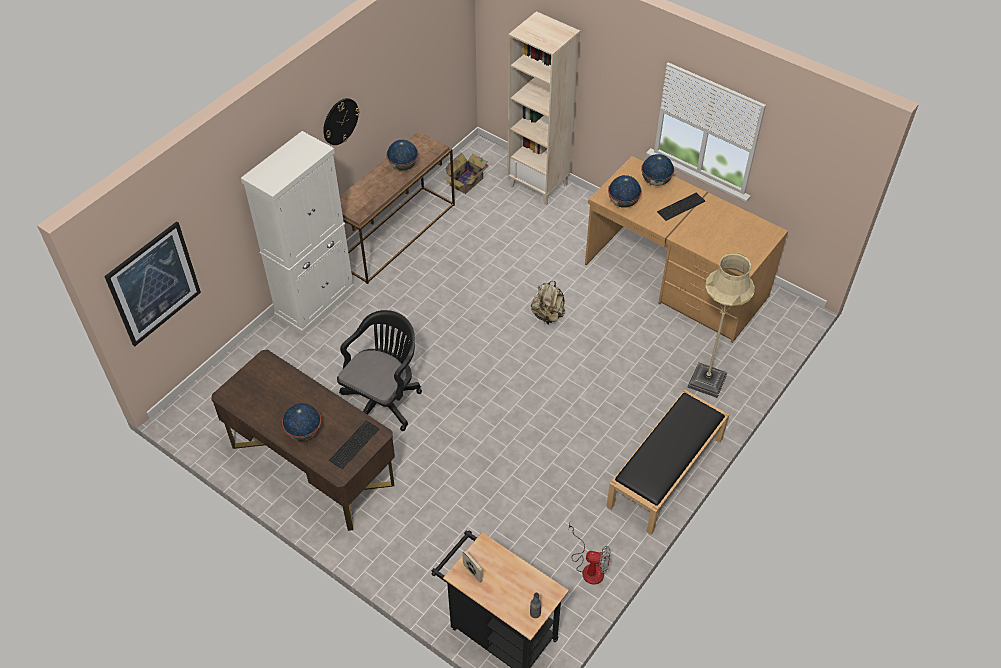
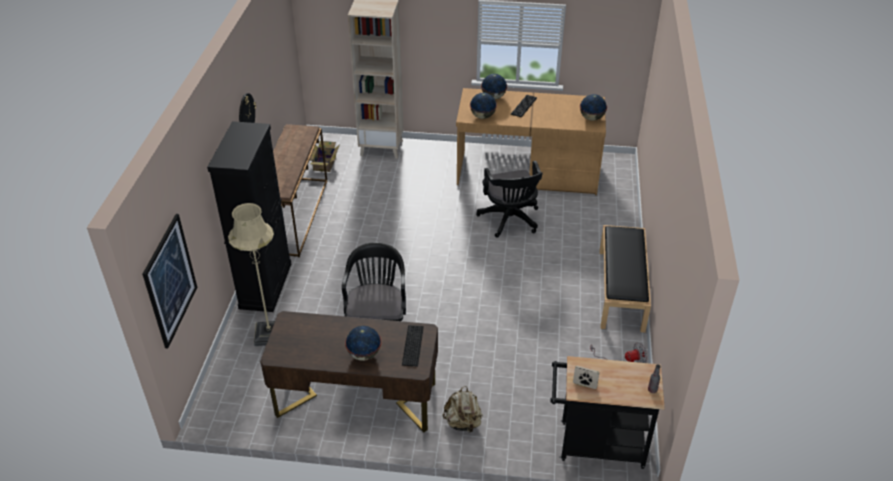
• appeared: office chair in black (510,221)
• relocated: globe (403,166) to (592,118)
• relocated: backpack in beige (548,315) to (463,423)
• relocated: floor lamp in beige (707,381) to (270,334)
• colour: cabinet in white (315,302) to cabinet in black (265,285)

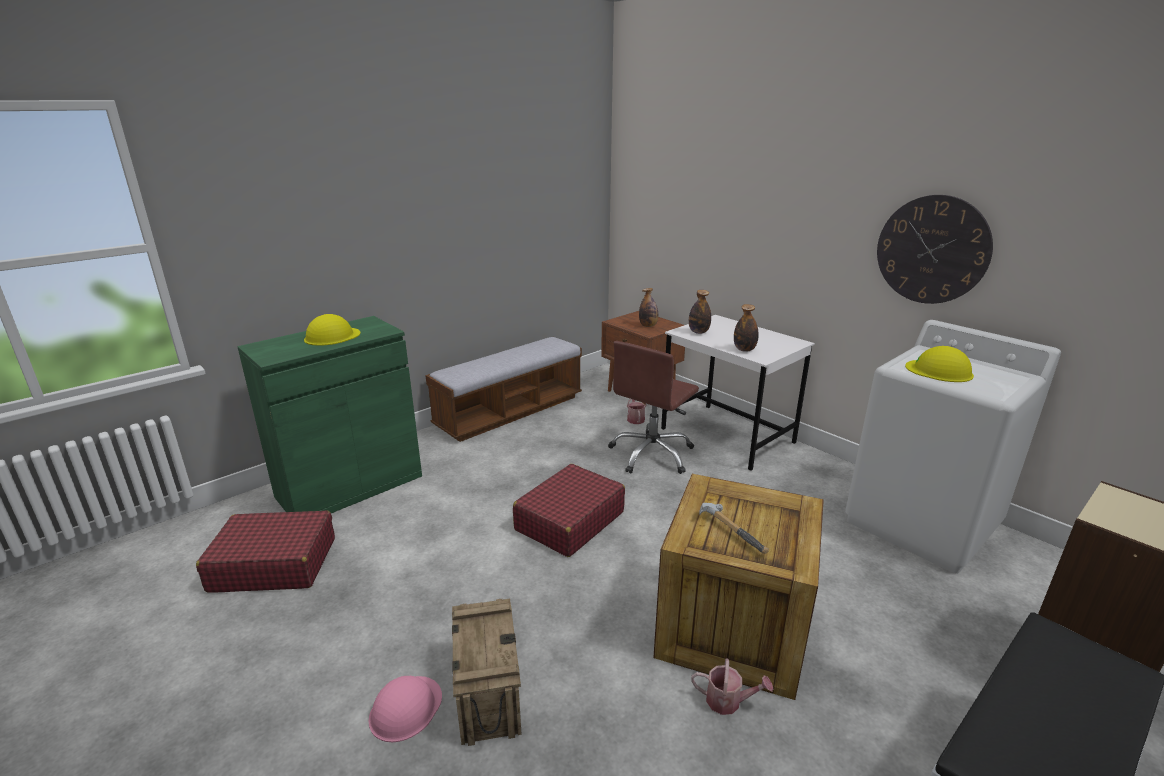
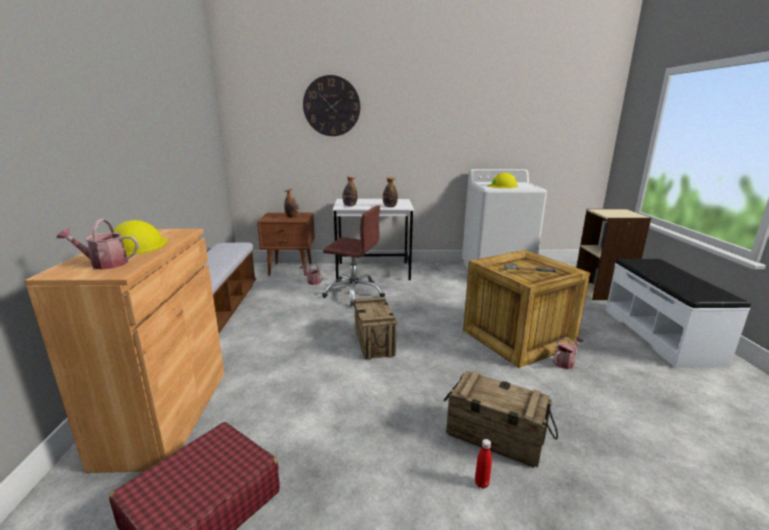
• appeared: watering can (104,264)
• relocated: wall clock (932,250) to (331,106)
• exchanged: hard hat in pink (405,708) to bottle in red (481,483)
• exchanged: suitcase in red (569,521) to crate (374,341)
• colour: cabinet in green (350,486) to cabinet in brown (166,415)
• spun: office chair in brown (652,454) = (354,293) 60 degrees counterclockwise

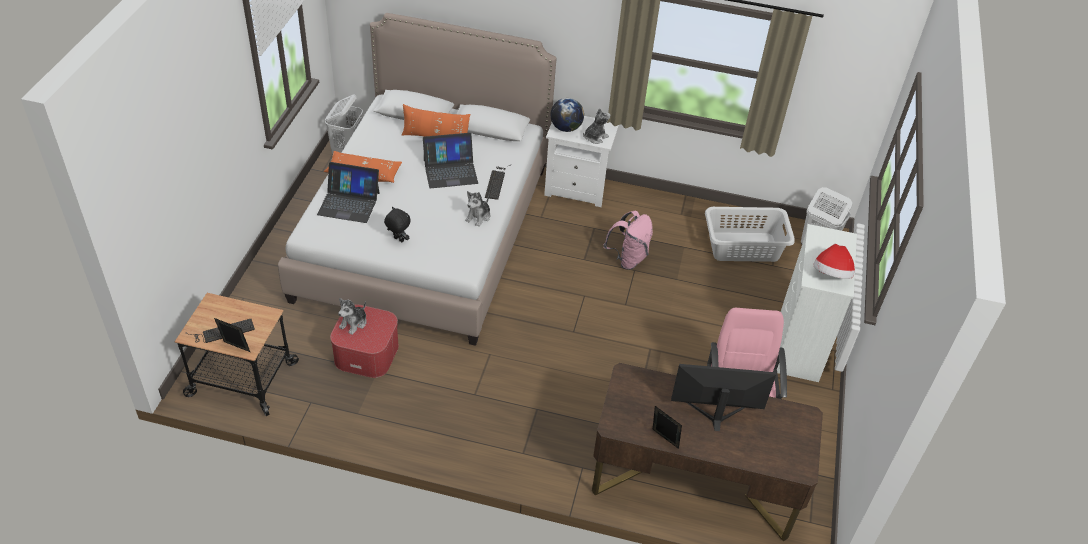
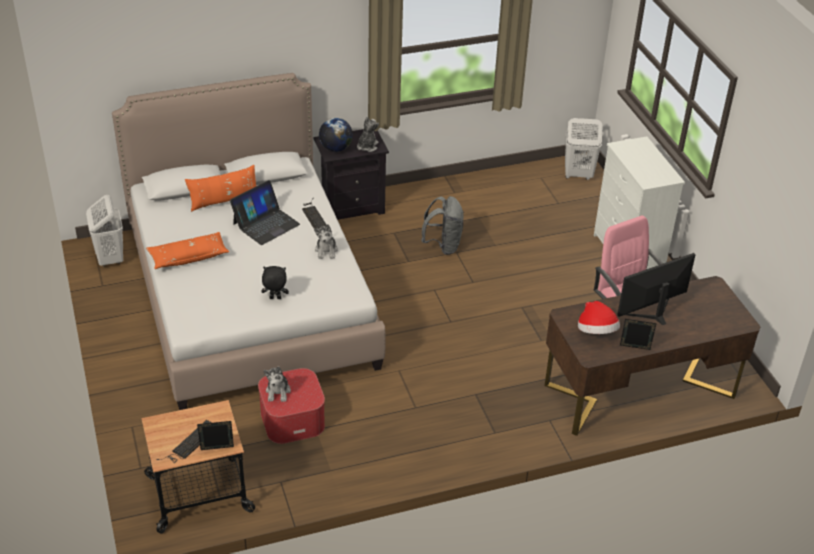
• missing: laptop (349,203)
• missing: laundry basket in grey (743,246)
• relocated: hat (831,275) to (596,332)
• colour: nightstand in white (577,189) to nightstand in black (351,206)
• colour: backpack in pink (628,259) to backpack in grey (443,245)

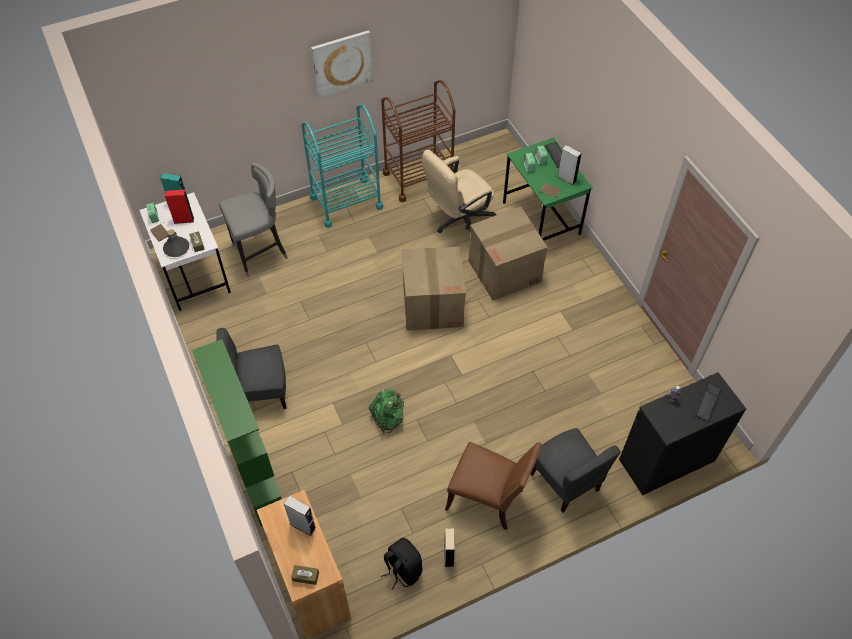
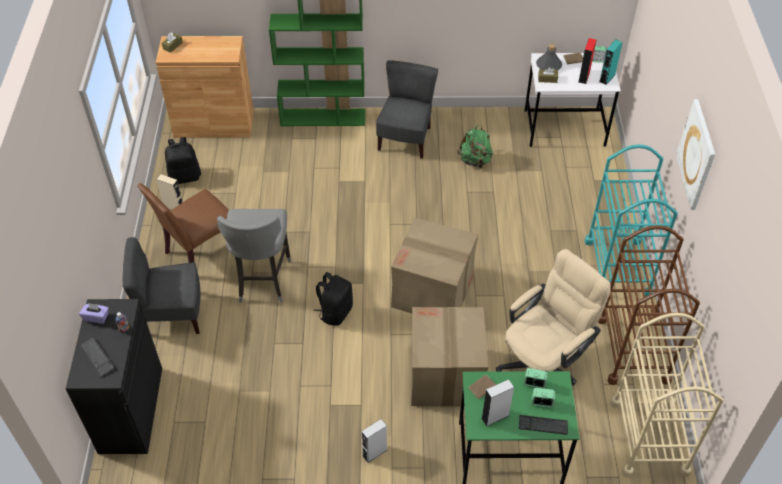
• appeared: tissue box in purple (96,317)
• appeared: backpack in black (335,312)
• appeared: cart in beige (648,437)
• relocated: stool in grey (261,253) to (262,281)
• relocated: speaker in grey (302,526) to (374,453)
• relocated: backpack in green (388,418) to (475,160)
• spun: office chair in beige (458,221) = (543,362) 60 degrees clockwise

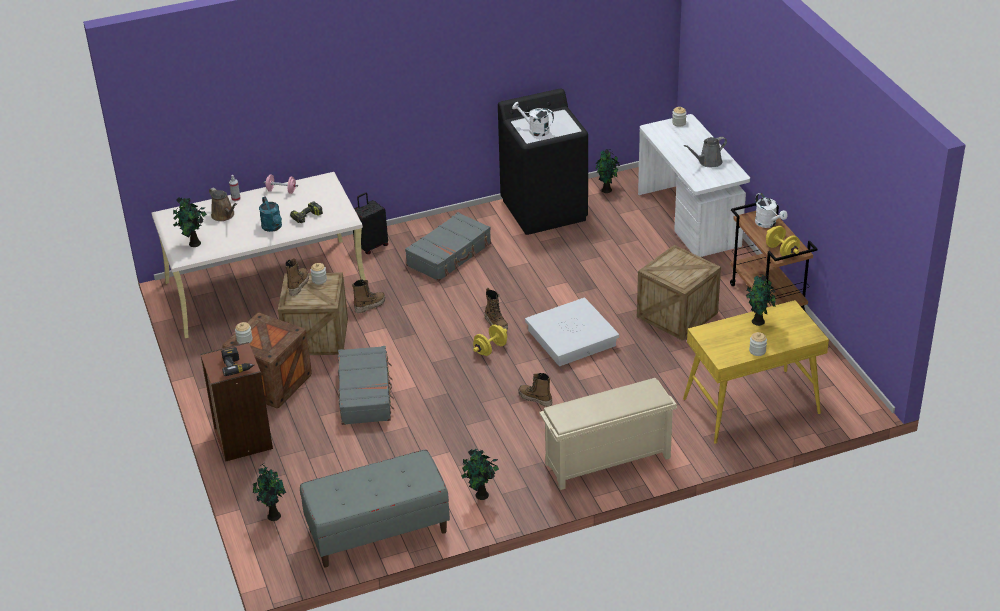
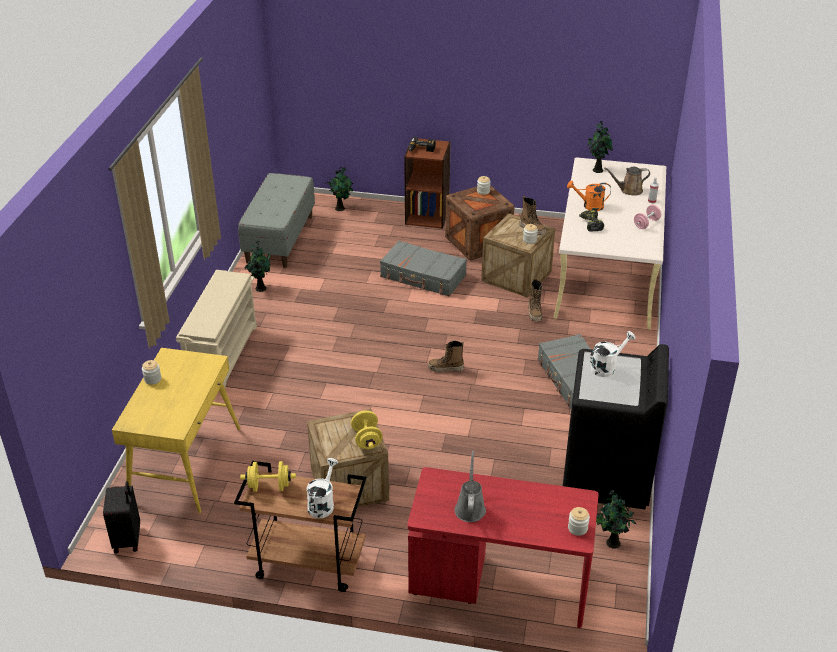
• missing: boot (535,399)
• missing: storage box in white (572,338)
• missing: potted plant (759,322)
• relocated: suitcase in black (371,246) to (128,539)
• relocated: dumbbell in yellow (490,349) to (367,439)
• colour: watering can in turquoise (273,227) to watering can in orange (589,206)
• colour: desk in white (690,220) to desk in red (499,583)
• spun: watering can in white (768,224) = (322,503) 105 degrees clockwise

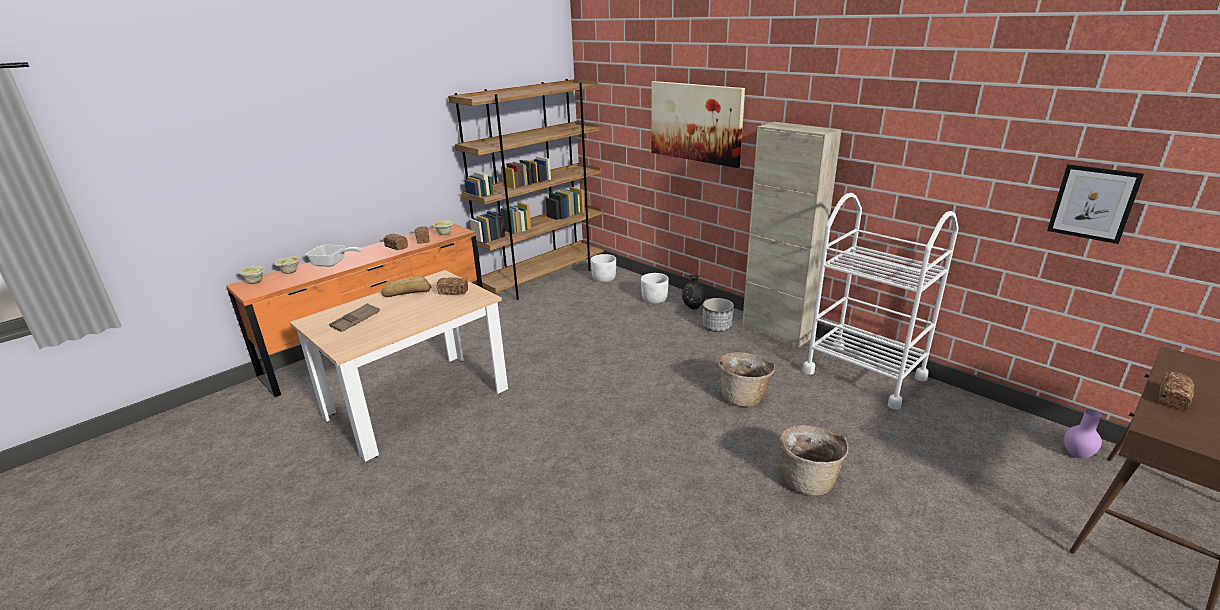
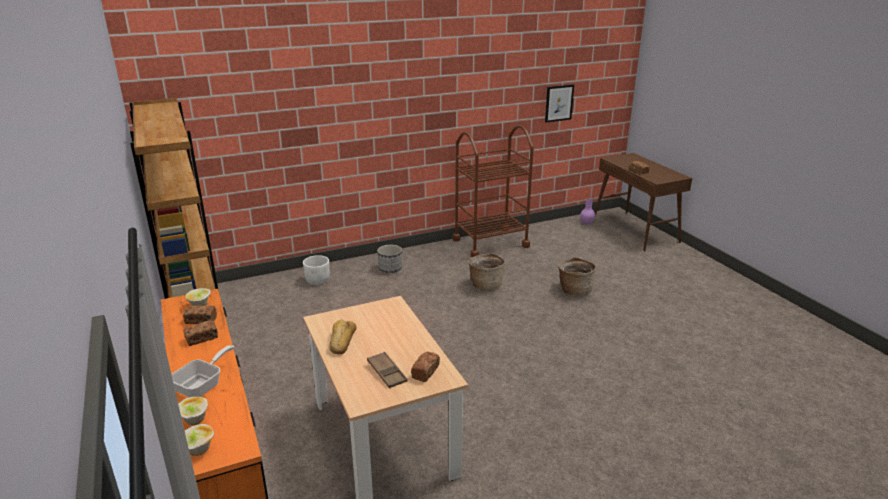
• missing: planter in white (604,279)
• missing: picture (695,122)
• missing: vase in black (693,307)
• missing: cabinet in beige (776,331)
• relocated: bread (453,292) to (425,372)
• colour: cart in white (863,375) to cart in brown (490,243)

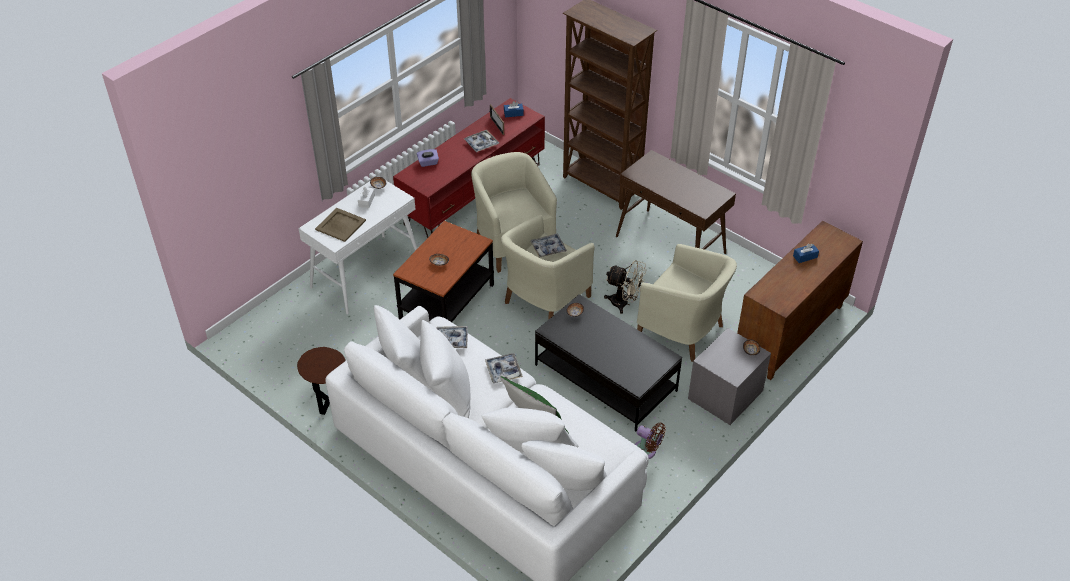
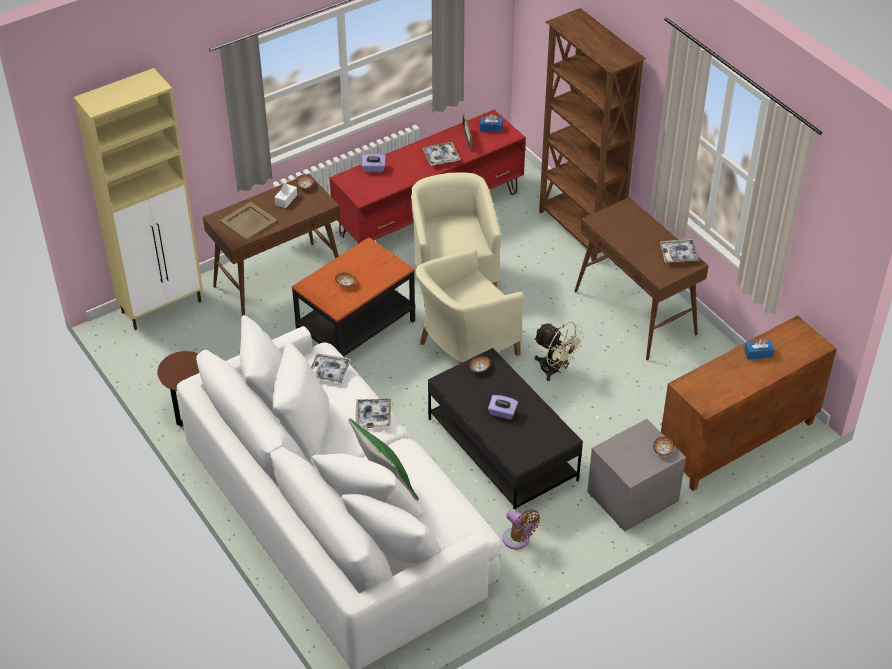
• missing: armchair in beige (682,331)
• appeared: cabinet in beige (162,306)
• appeared: tissue box in purple (502,413)
• relocated: tray (548,248) to (679,254)
• colour: console table in white (366,274) to console table in brown (279,282)

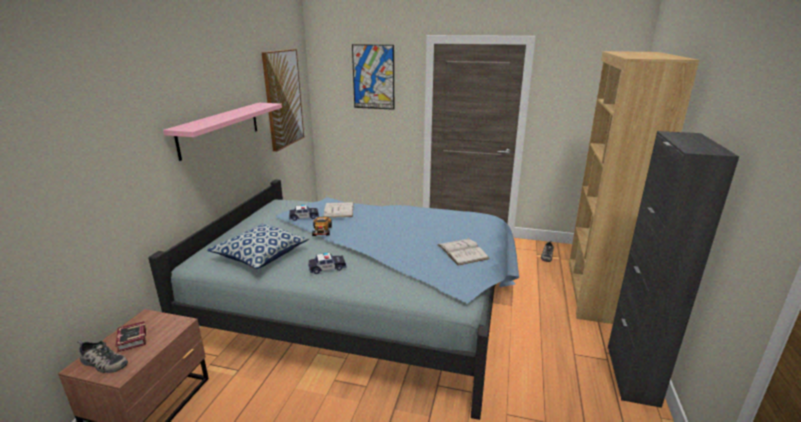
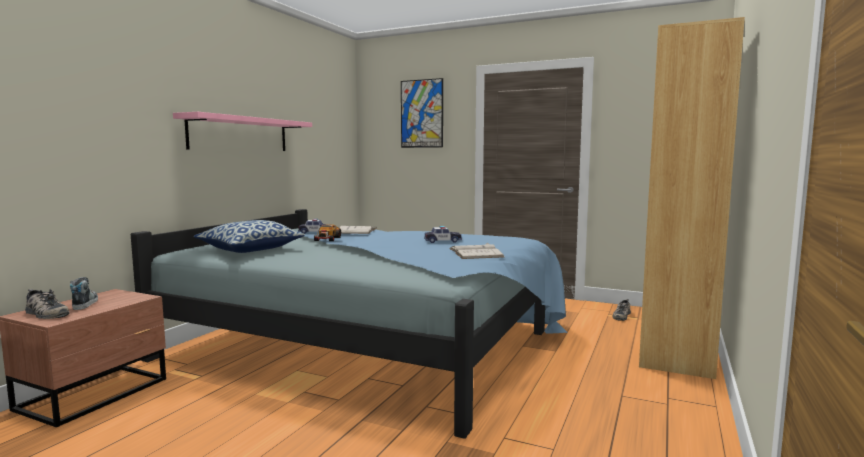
• missing: picture (283,99)
• missing: cabinet in black (632,375)
• relocated: toy car (327,268) to (442,241)
• exchanged: book (131,340) to shoe (85,304)

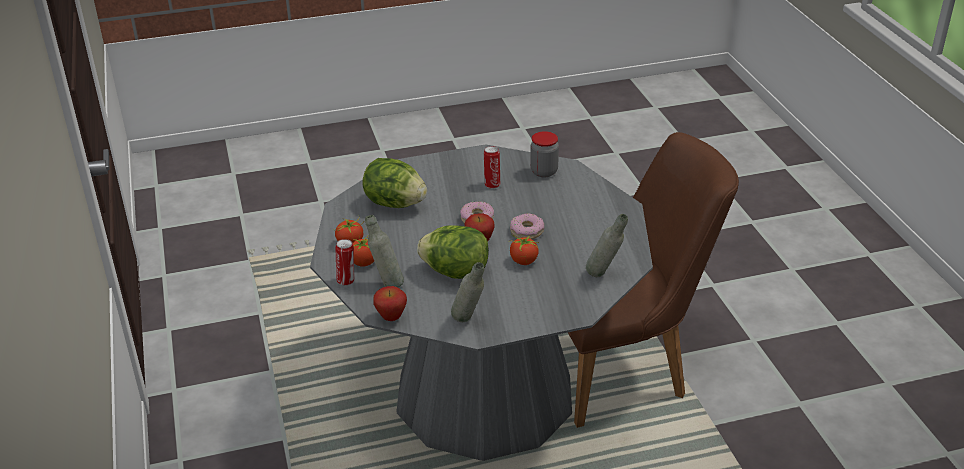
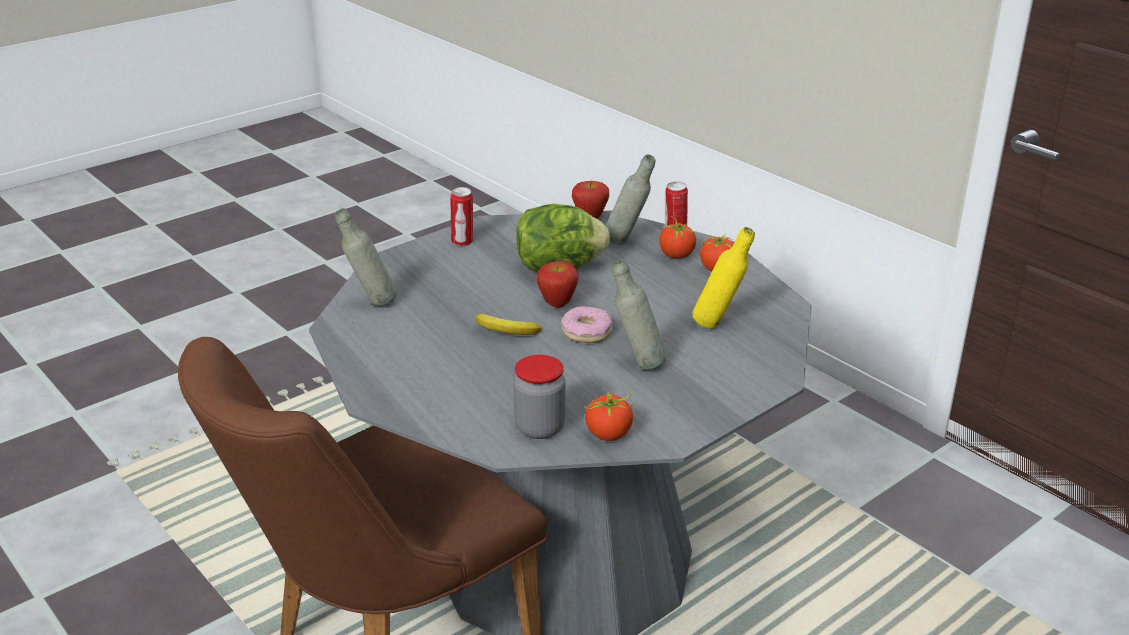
• relocated: bottle in grey (469,322) to (637,364)
• relocated: can (492,184) to (463,242)
• relocated: tomato (523,261) to (609,434)
• exchanged: lettuce (395,203) to bottle in yellow (719,325)
• exchanged: donut (526,231) to banana (505,331)

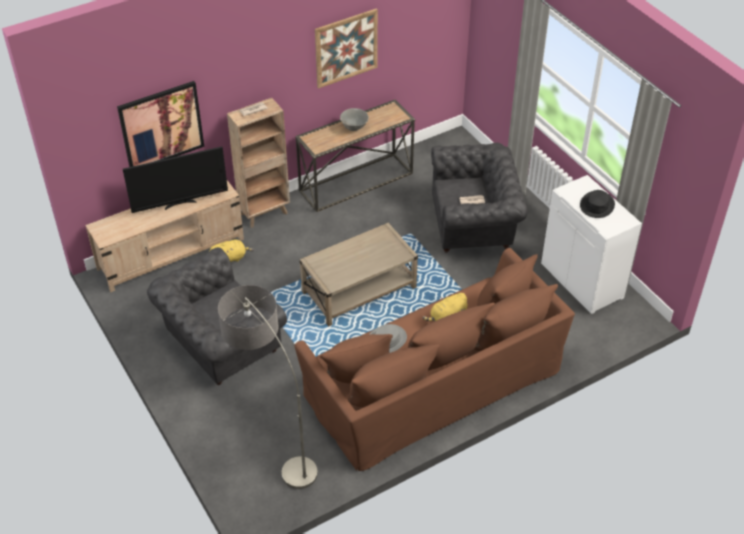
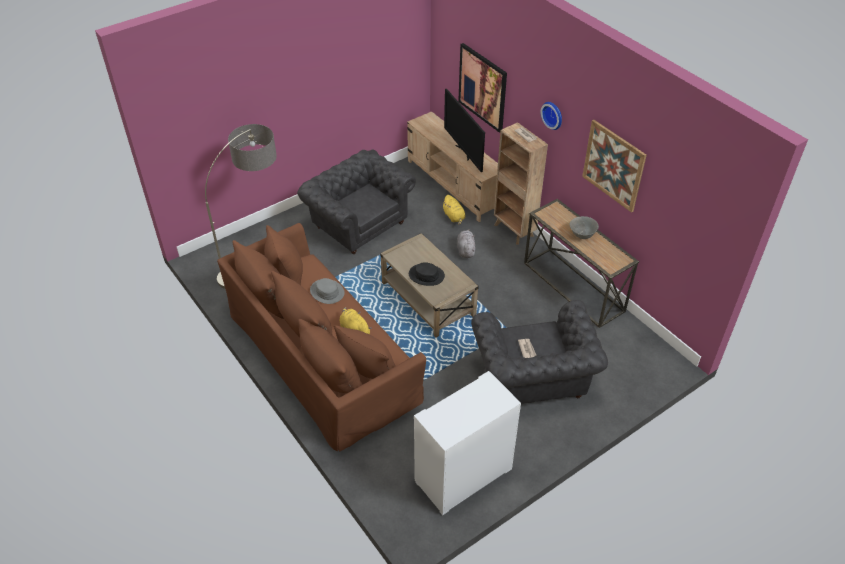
• appeared: plush toy in grey (465,250)
• appeared: wall clock (553,114)
• relocated: hat in black (597,205) to (426,275)

